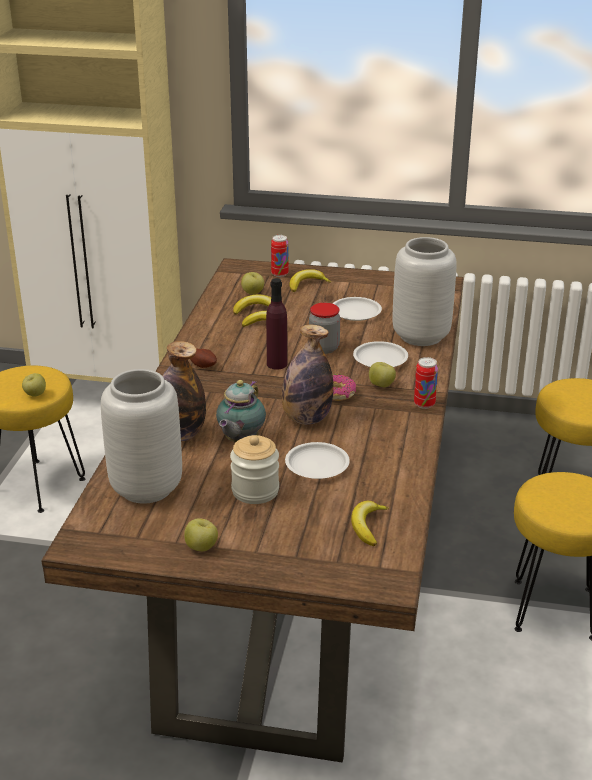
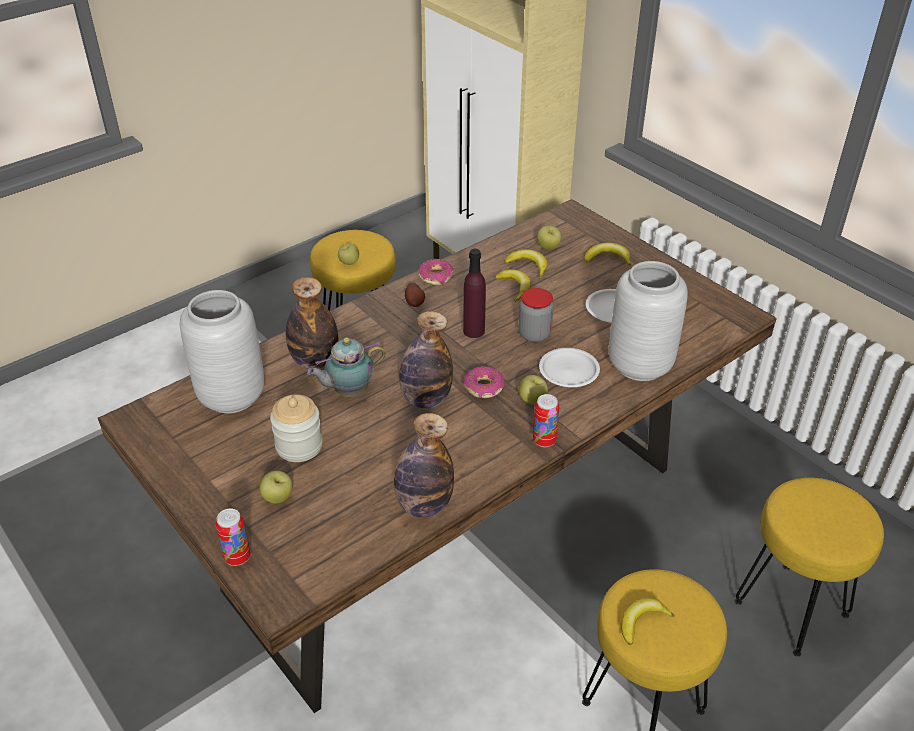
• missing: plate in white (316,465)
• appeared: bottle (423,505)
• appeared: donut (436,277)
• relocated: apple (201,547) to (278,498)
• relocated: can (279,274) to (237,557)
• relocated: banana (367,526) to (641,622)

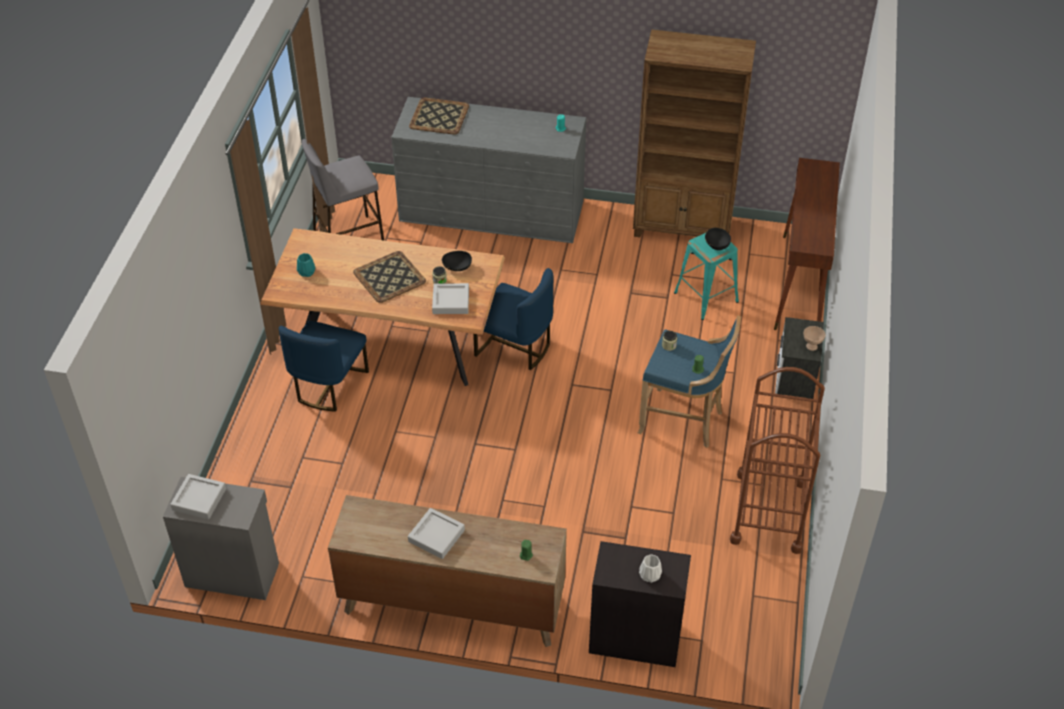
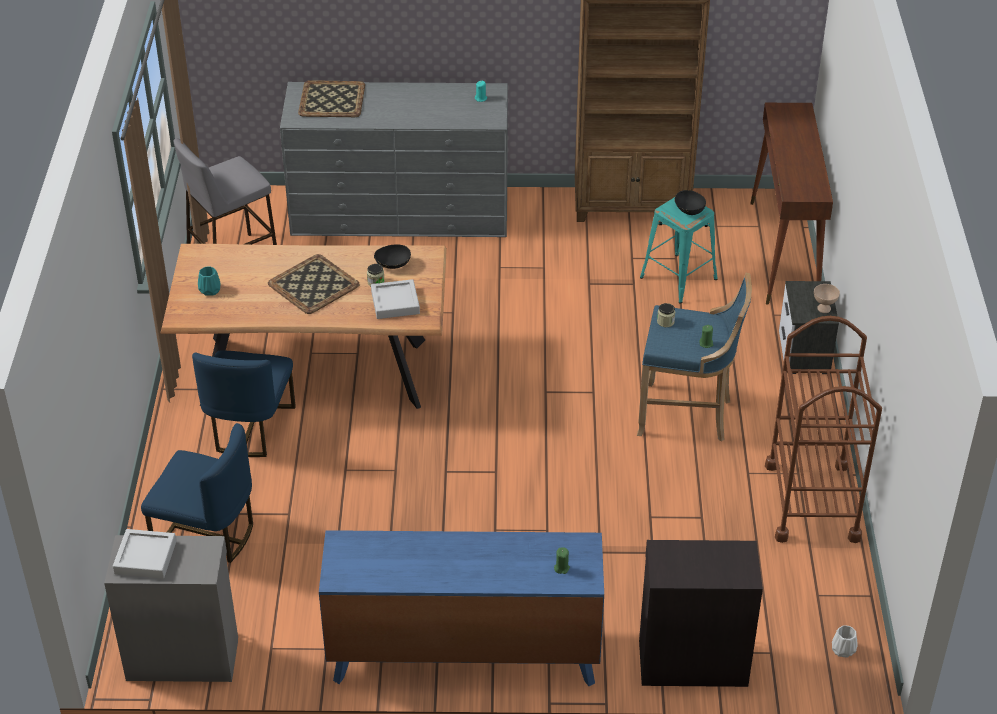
• missing: tray in grey (436,536)
• relocated: chair in blue (514,347) to (206,535)
• relocated: vase in white (650,575) to (843,650)
• colour: dresser in brown (452,604) to dresser in blue (463,654)

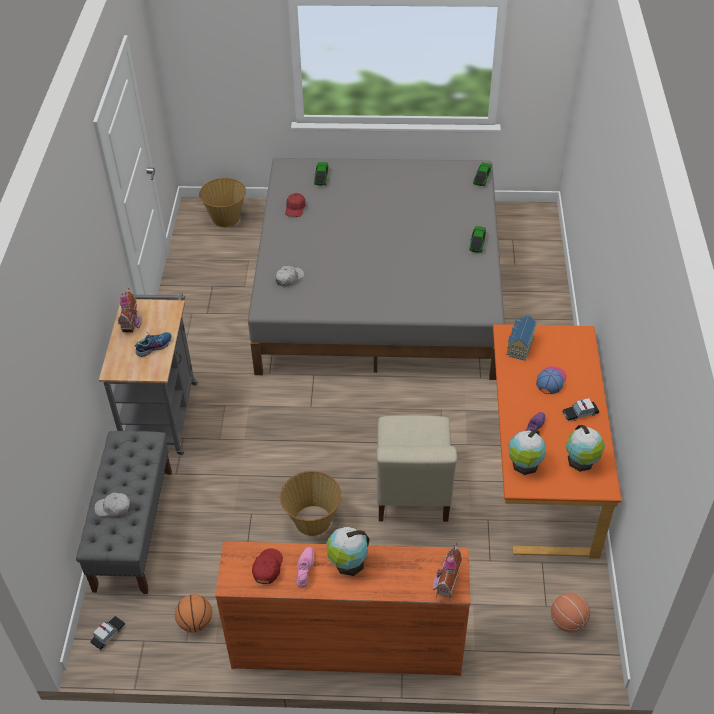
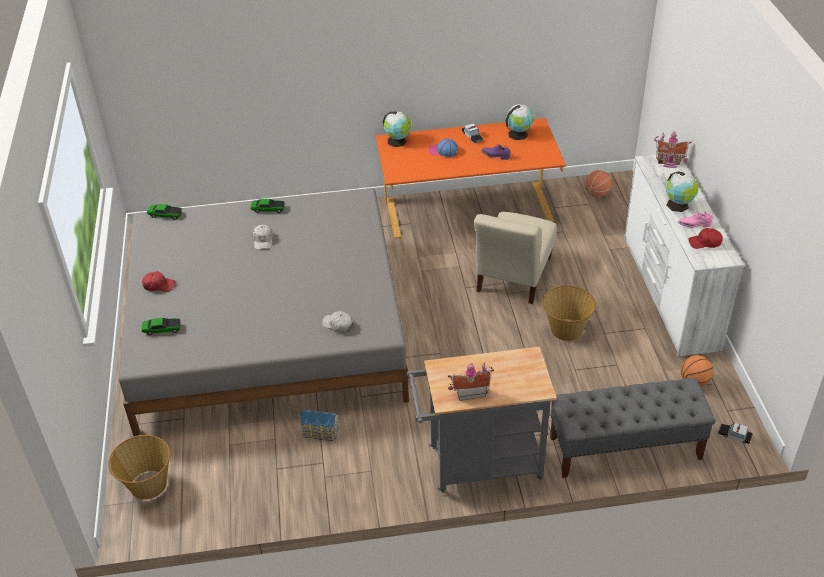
• missing: shoe (154,346)
• relocated: cap in white (113,508) to (263,240)
• relocated: cap in red (295,208) to (159,285)
• relocated: toy house (519,346) to (320,432)
• relocated: globe (524,465) to (398,141)
• colour: dresser in orange (346,645) to dresser in white (669,293)
• spun: chair in beige (412,489) = (513,277) 120 degrees clockwise

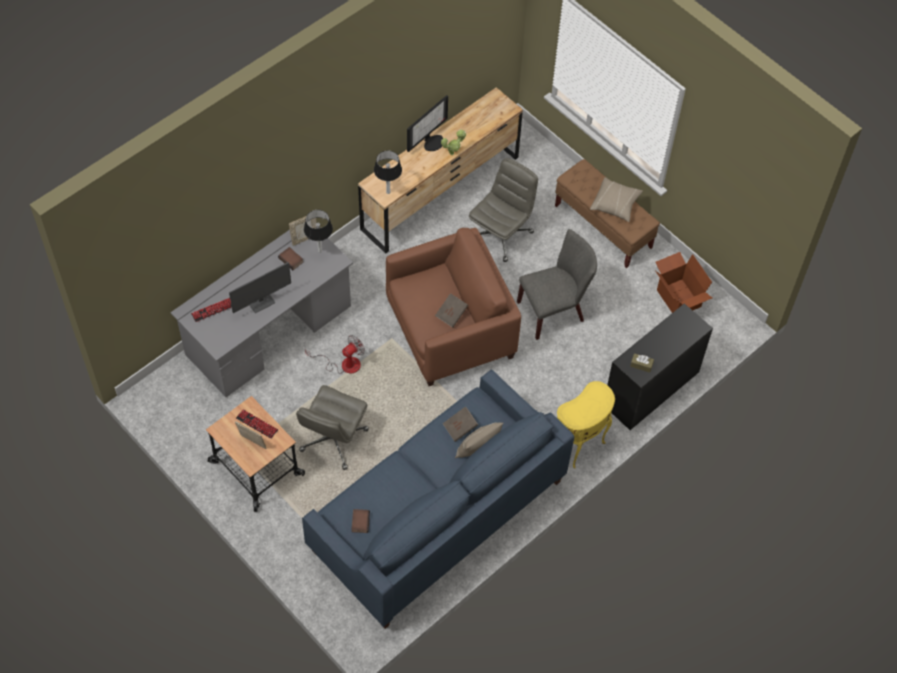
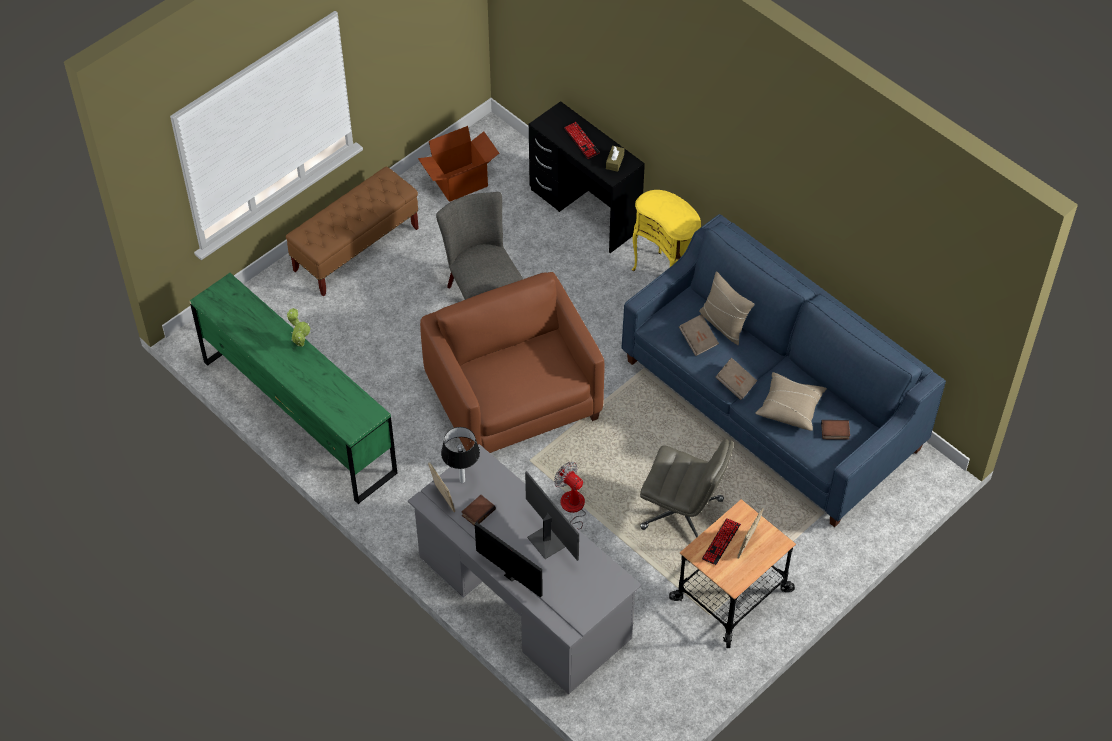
• missing: table lamp (388,192)
• missing: office chair in grey (501,234)
• relocated: keyboard (212,310) to (581,141)
• relocated: monitor (432,141) to (514,571)
• relocated: book in brown (451,314) to (735,384)
• relocated: pillow in beige (615,204) to (790,407)
• colour: dresser in brown (440,193) to dresser in green (299,416)

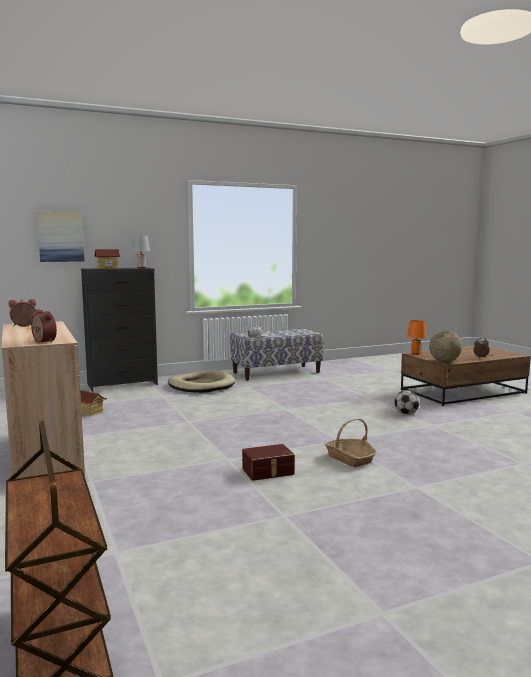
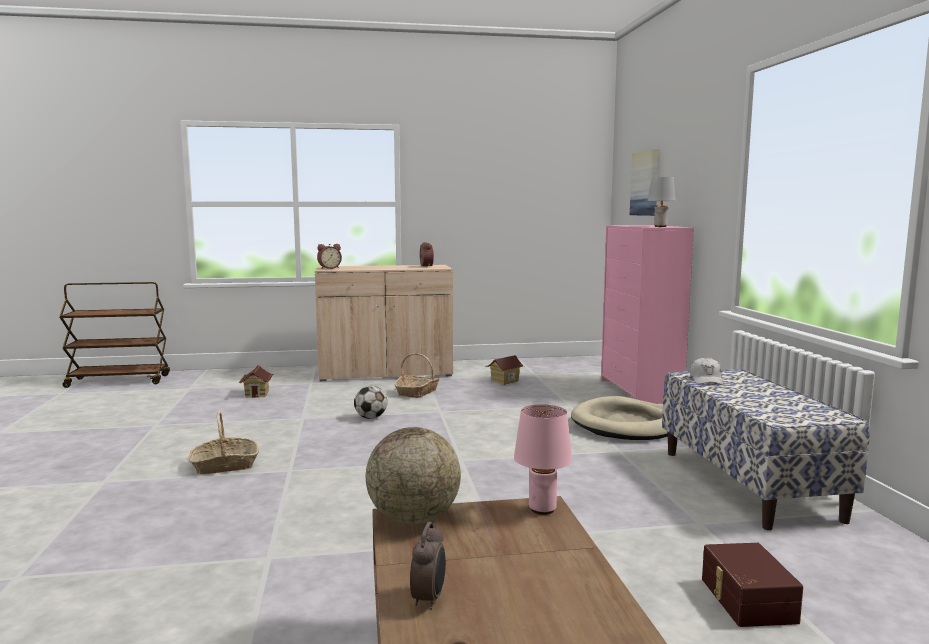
• appeared: basket (417,392)
• relocated: toy house (107,268) to (257,394)
• relocated: storage box in brown (268,472) to (746,600)
• relocated: football (406,414) to (371,418)
• colour: dresser in black (123,384) to dresser in pink (640,391)
• colour: table lamp in orange (415,353) to table lamp in pink (543,509)

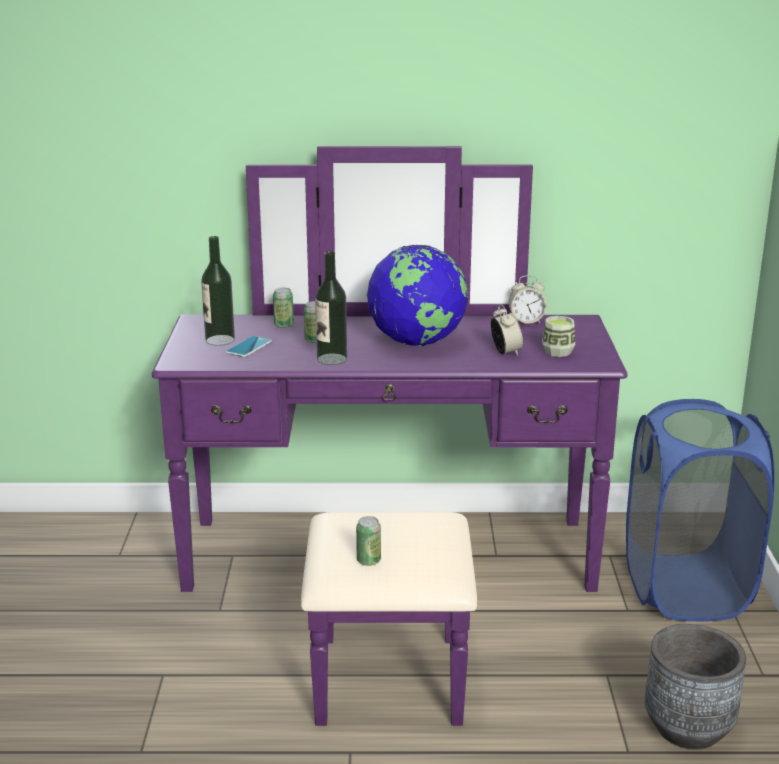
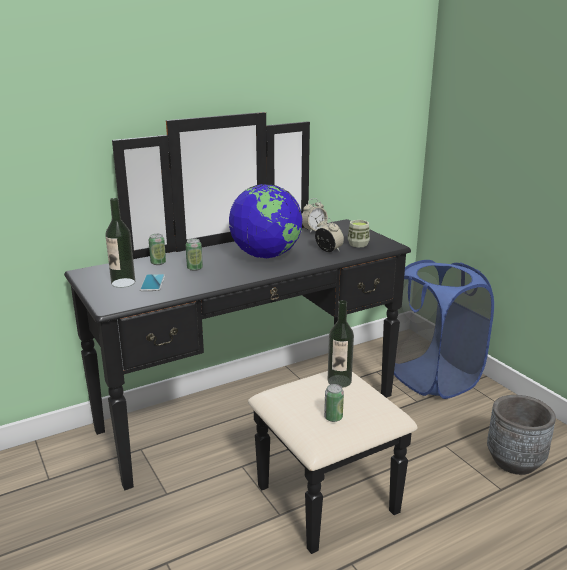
• relocated: bottle (332,359) to (339,381)
• colour: dresser in purple (391,579) to dresser in black (266,429)

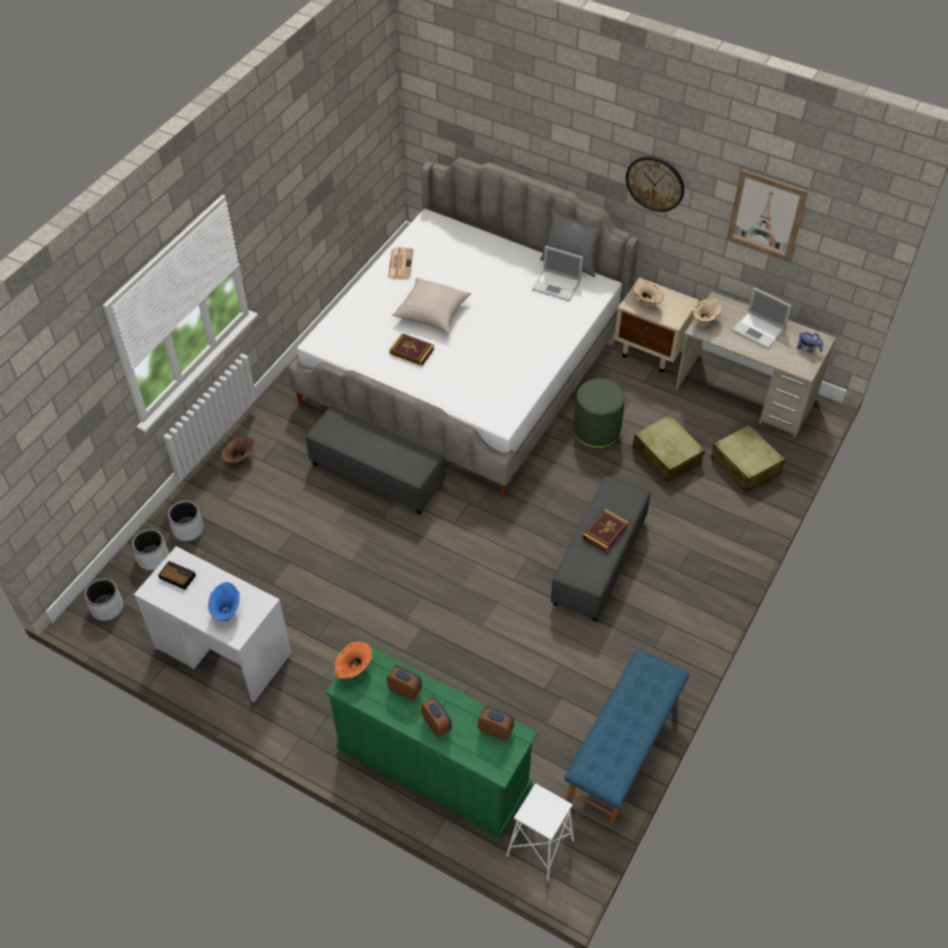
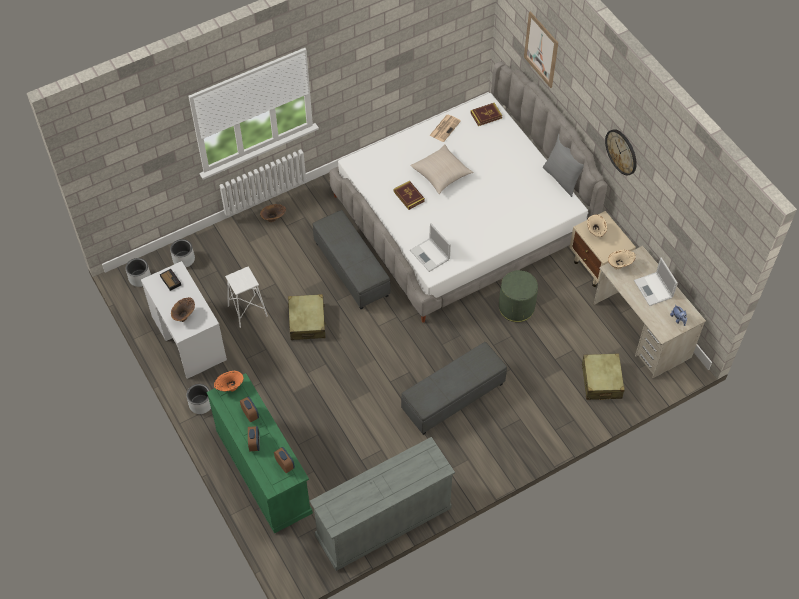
• relocated: planter in grey (188,529) to (201,404)
• relocated: stool in white (540,848) to (247,311)
• relocated: laptop (557,285) to (430,255)
• relocated: book (605,532) to (486,115)
• relocated: suitcase in beige (666,455) to (307,321)
• relocated: picture (766,215) to (541,49)
• exchanged: bench in blue (624,750) to dresser in grey (383,522)
• colour: vase in blue (227,611) to vase in brown (185,316)

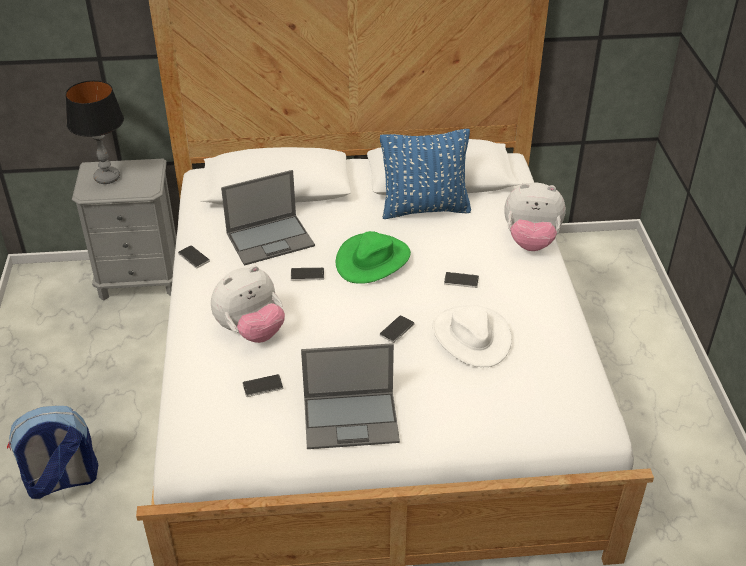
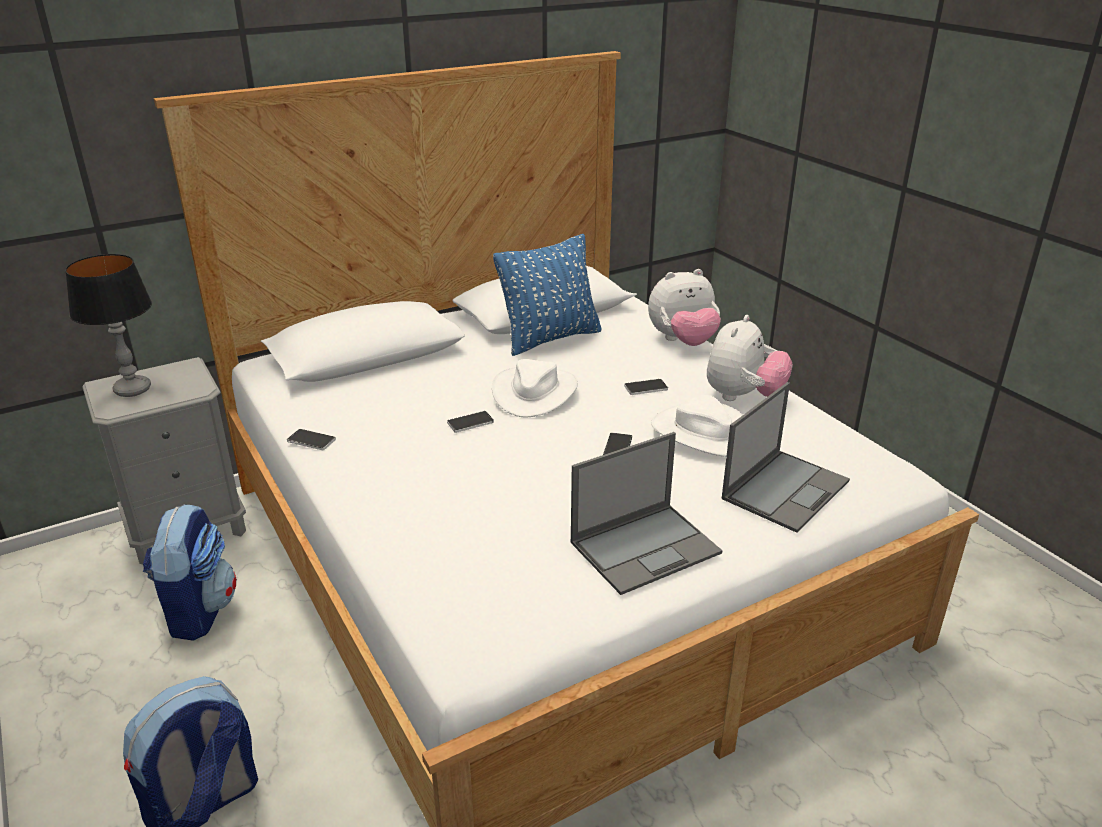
• missing: phone (262,386)
• appeared: backpack (198,611)
• relocated: plush toy (251,331) to (743,397)
• relocated: laptop (271,239) to (786,489)
• colour: hat in green (373,260) to hat in white (534,392)

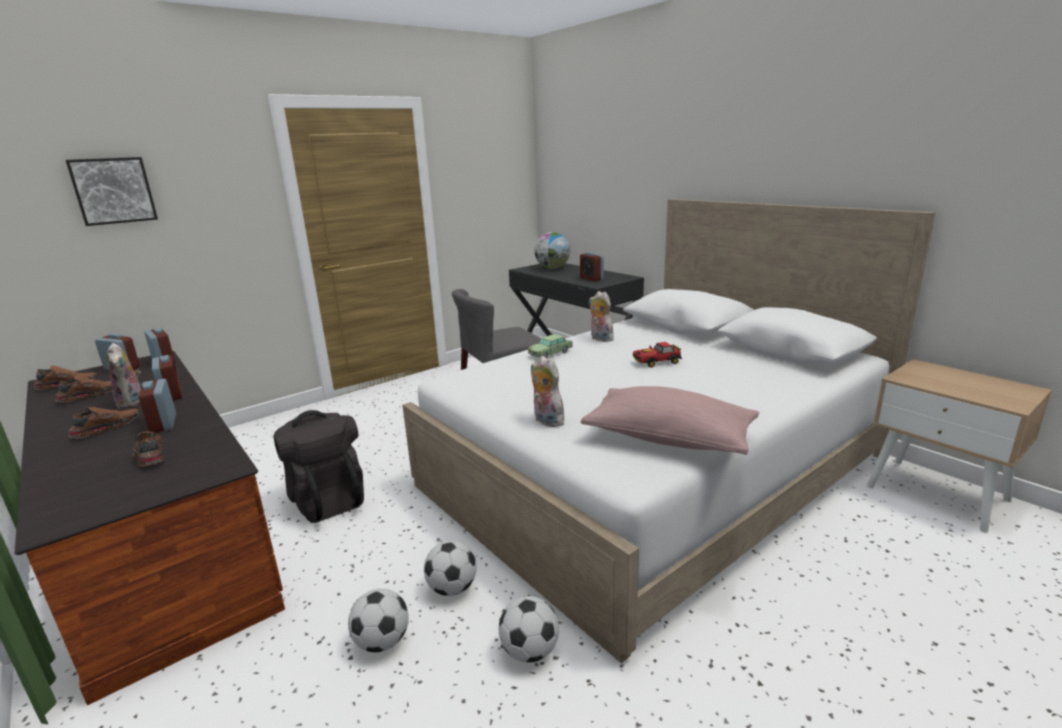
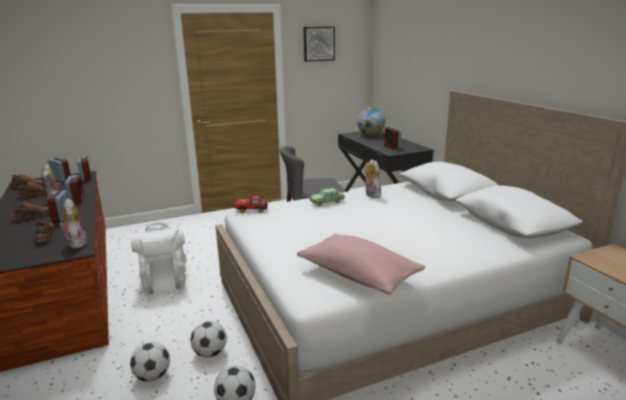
• relocated: picture (113,190) to (318,43)
• relocated: plush toy (546,421) to (76,243)
• relocated: toy car (656,362) to (251,209)
• colour: backpack in black (327,499) to backpack in white (164,281)

